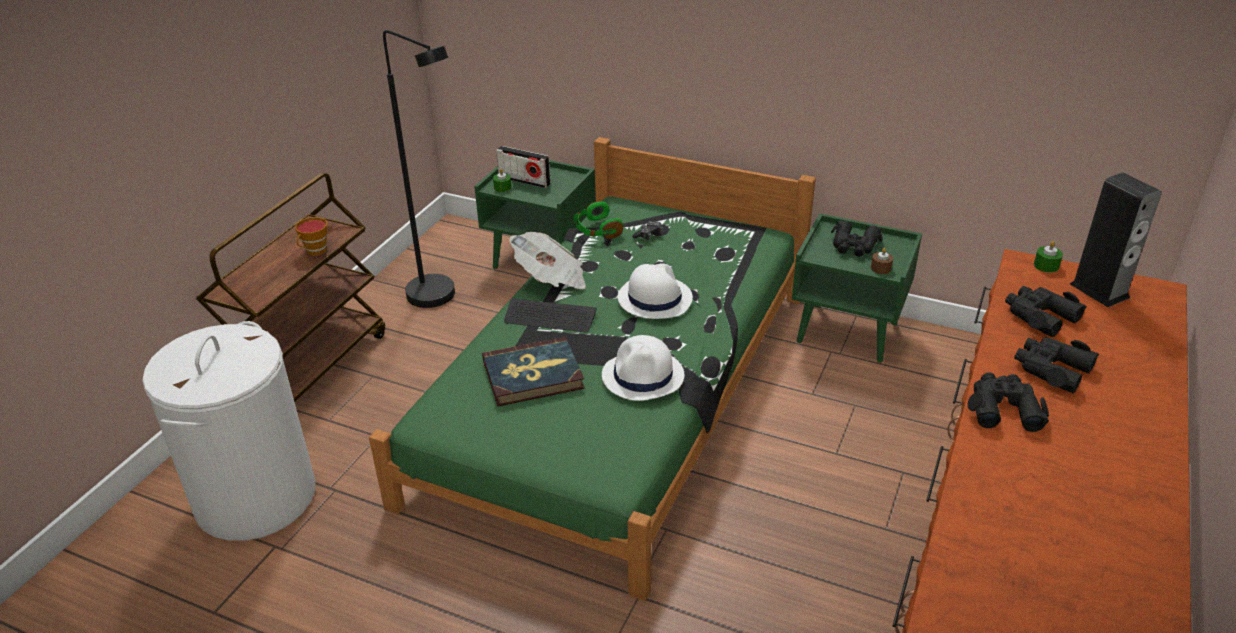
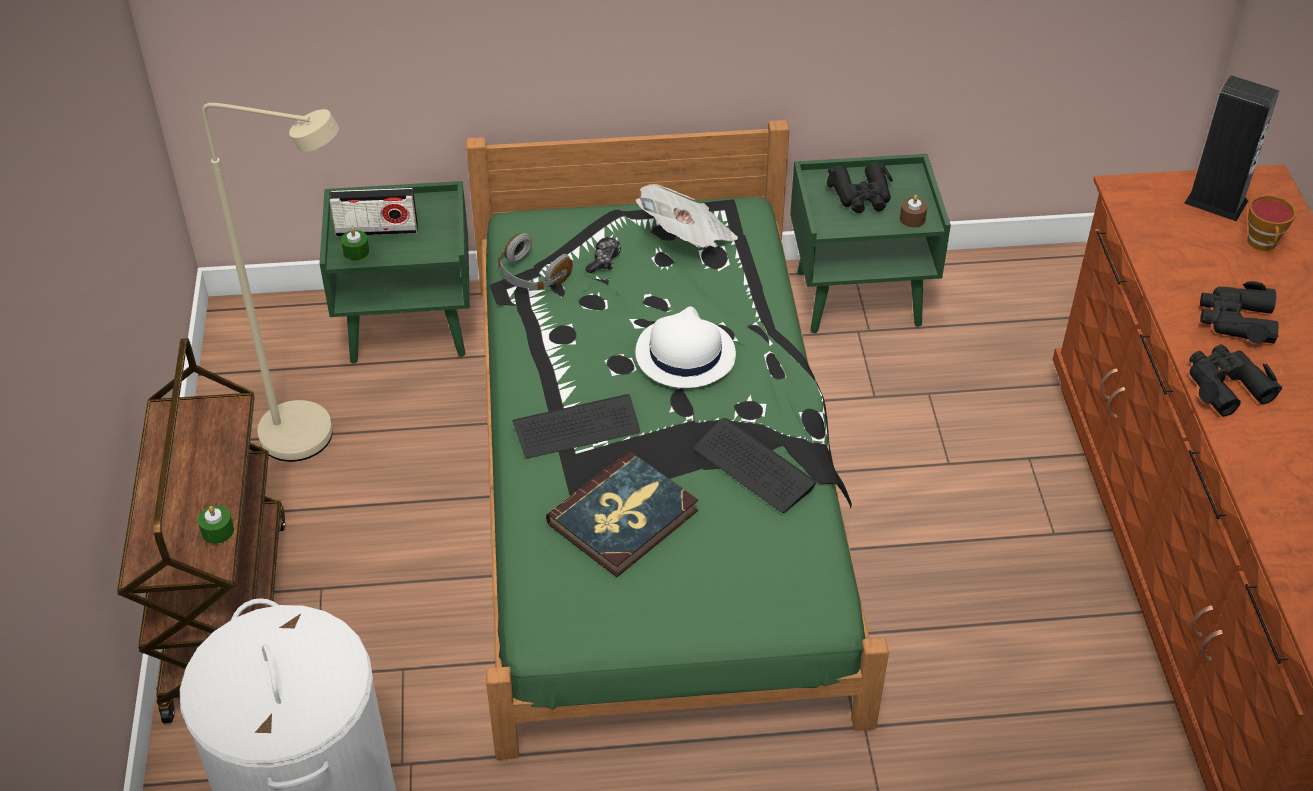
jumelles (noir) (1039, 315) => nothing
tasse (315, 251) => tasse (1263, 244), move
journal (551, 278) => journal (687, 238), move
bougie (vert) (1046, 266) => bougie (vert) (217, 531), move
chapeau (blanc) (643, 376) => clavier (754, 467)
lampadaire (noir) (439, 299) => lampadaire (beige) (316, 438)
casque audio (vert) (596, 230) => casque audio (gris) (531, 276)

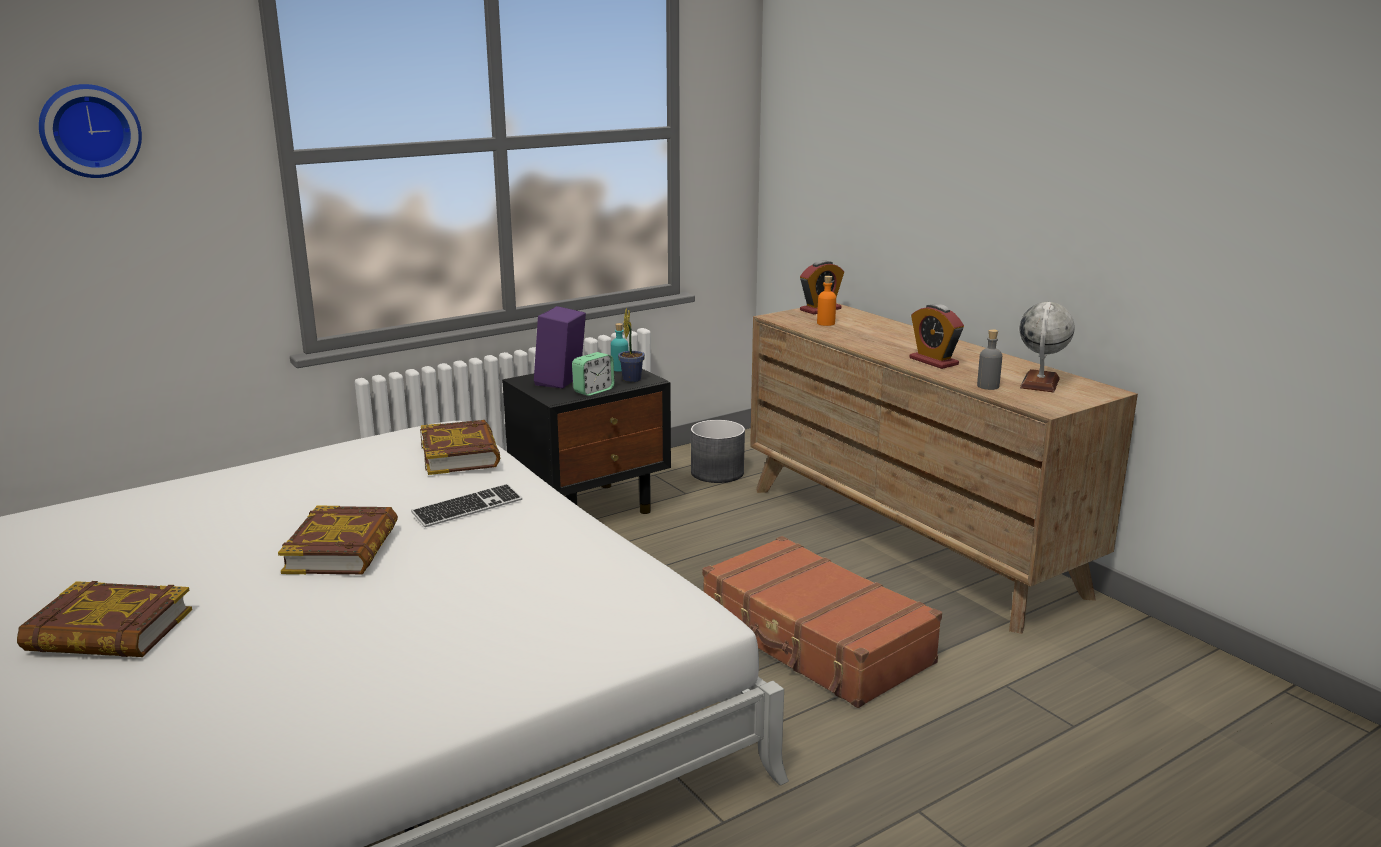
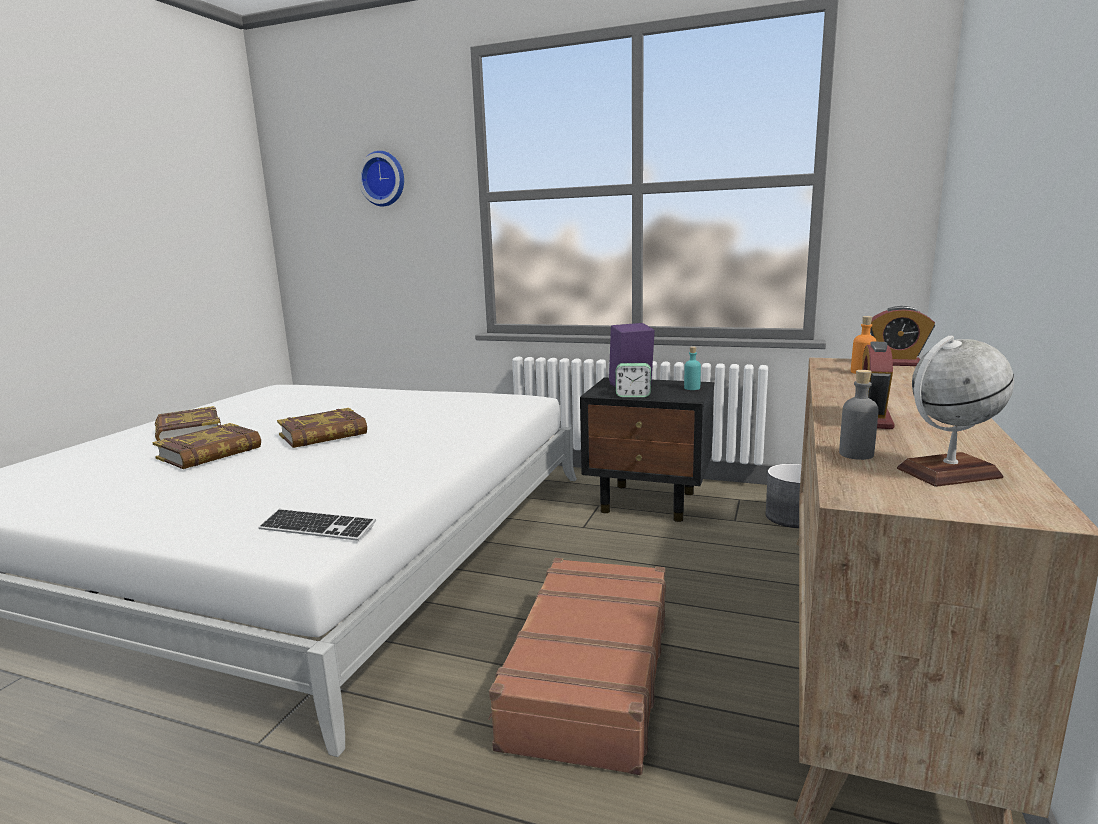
plante en pot (632, 379) => nothing
clavier (468, 508) => clavier (317, 528), move
livre (460, 454) => livre (210, 453), move

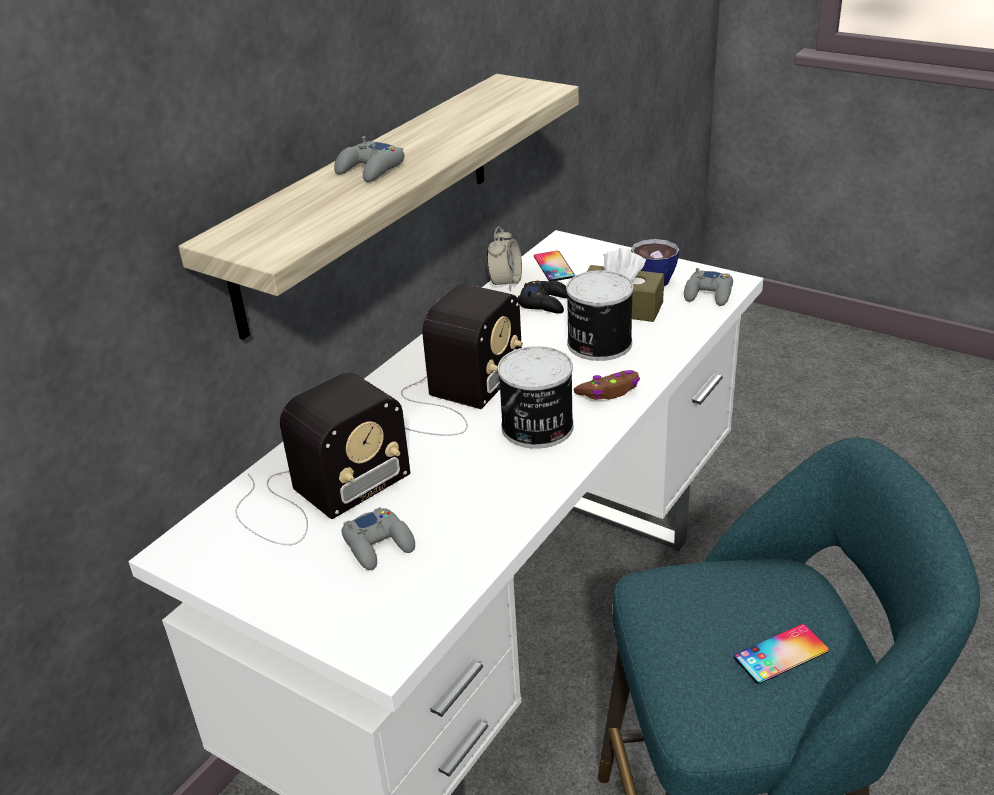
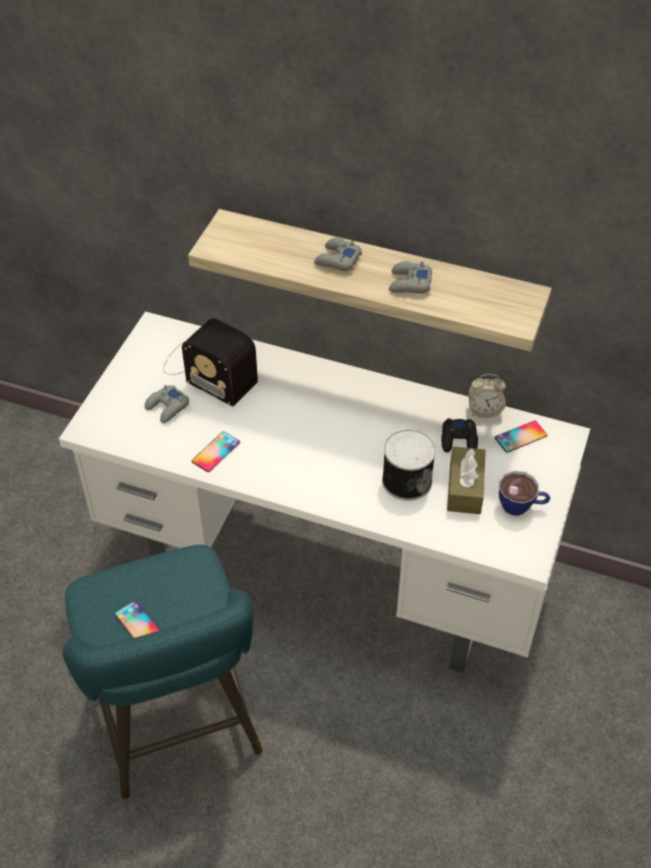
radio (453, 395) => nothing
boîte métallique (537, 428) => nothing
manette (marron) (609, 391) => nothing
nothing => téléphone (216, 452)
manette (gris) (709, 294) => manette (gris) (409, 283), move

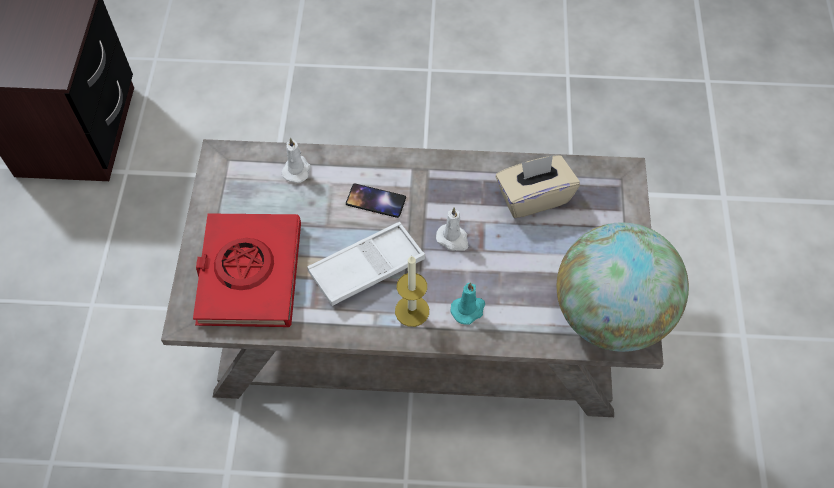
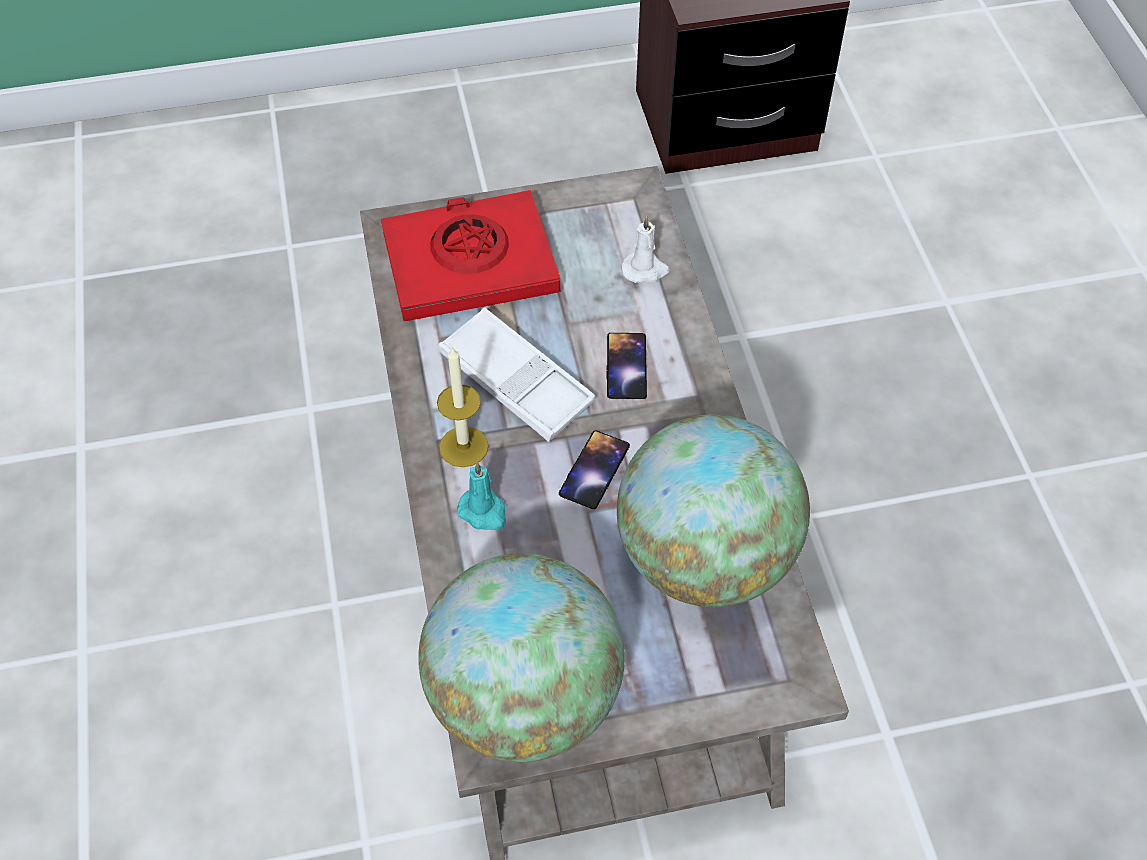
bougie (blanc) (453, 239) => téléphone (594, 470)
boîte à mouchoirs (beige) (533, 197) => globe (704, 558)

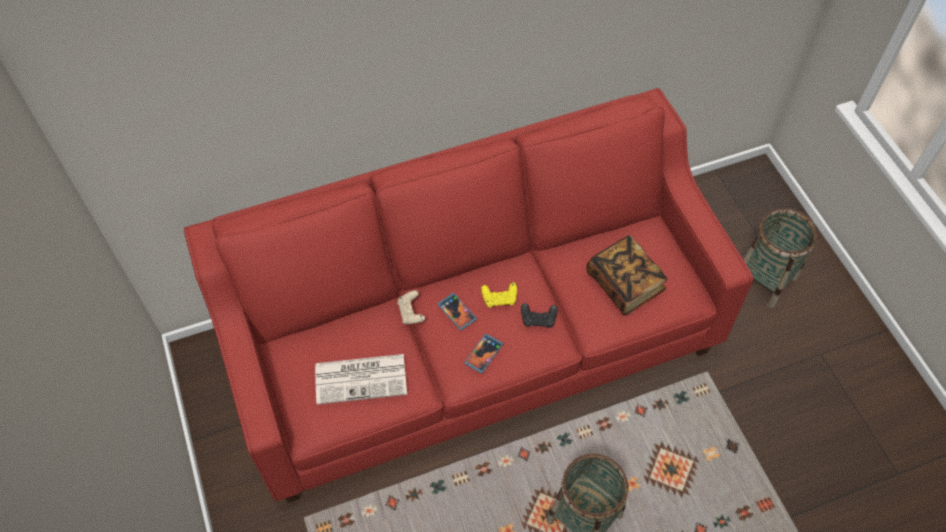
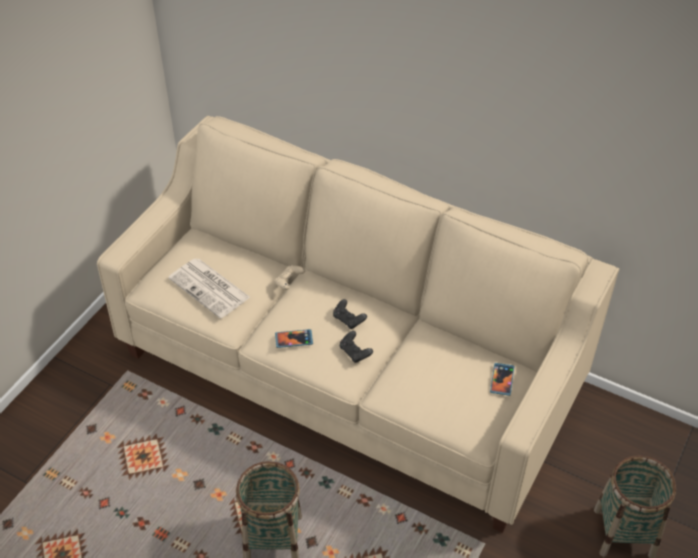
livre (624, 284) => nothing
téléphone (457, 312) => téléphone (502, 380), move
canapé (rouge) (474, 343) => canapé (beige) (350, 373)
manette (jaune) (499, 299) => manette (noir) (348, 320)

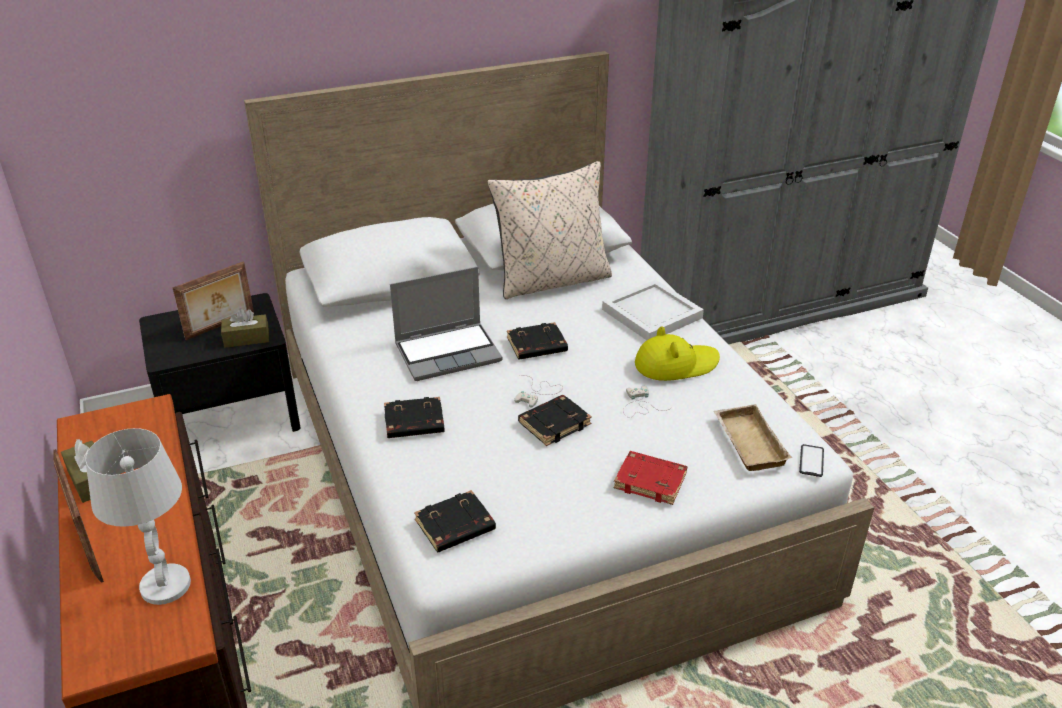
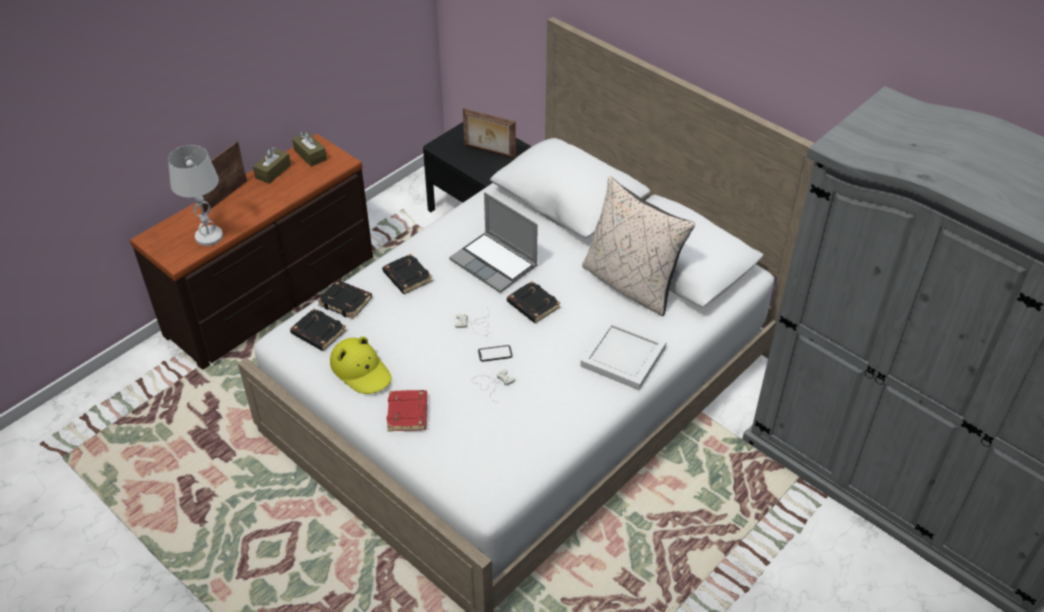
plateau (beige) (747, 442) => nothing
boîte à mouchoirs (marron) (246, 338) => boîte à mouchoirs (marron) (310, 155), move
livre (noir) (554, 423) => livre (noir) (346, 302), move
chapeau (jaune) (675, 364) => chapeau (jaune) (361, 370), move
téléphone (811, 461) => téléphone (495, 354), move

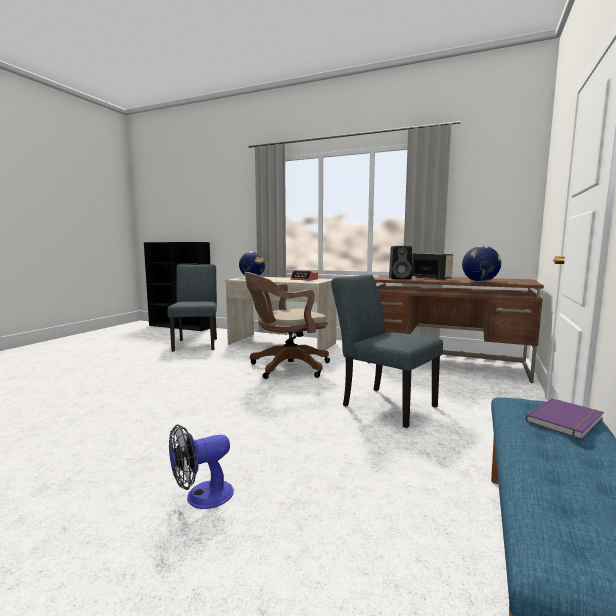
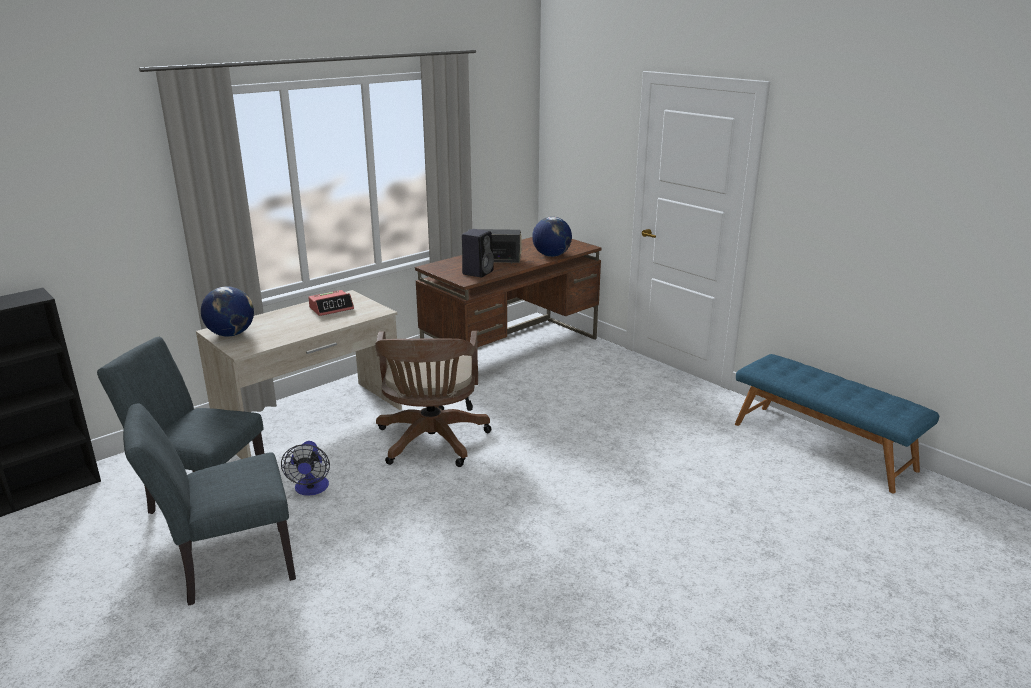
livre (violet) (567, 421) => nothing
ventilateur (201, 497) => ventilateur (311, 489), move
chaise (gris) (383, 404) => chaise (gris) (227, 567), move

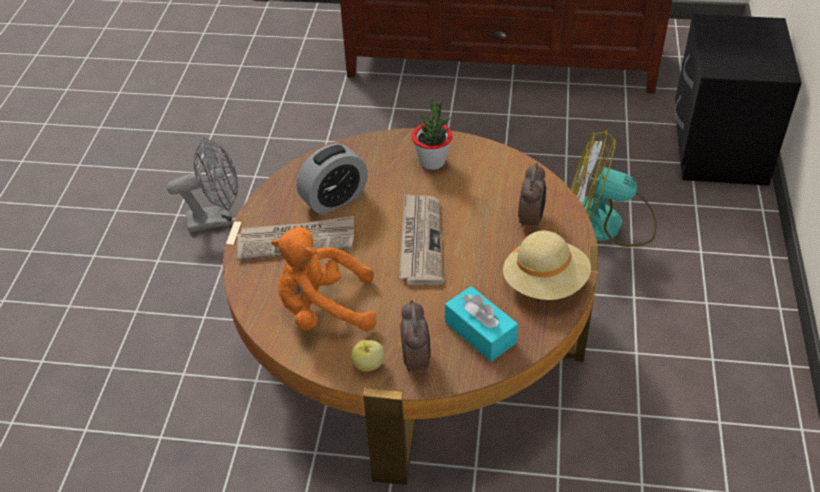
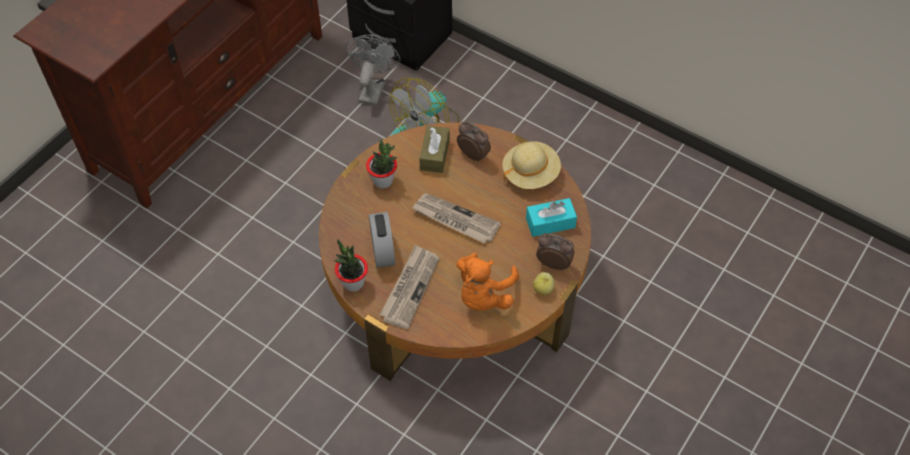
nothing => plante en pot (353, 283)
nothing => boîte à mouchoirs (marron) (434, 155)
ventilateur (gris) (217, 219) => ventilateur (gris) (373, 88), move

